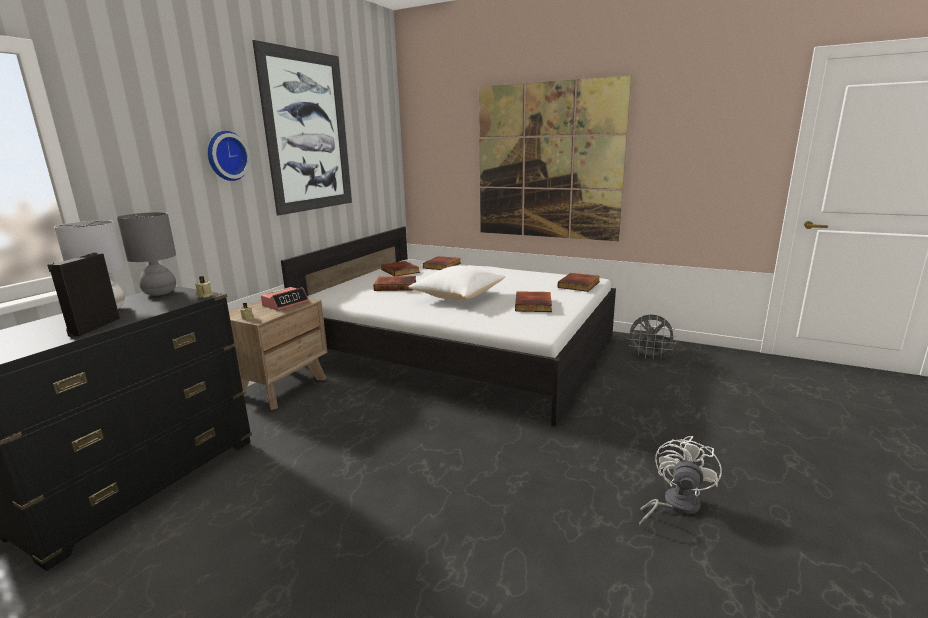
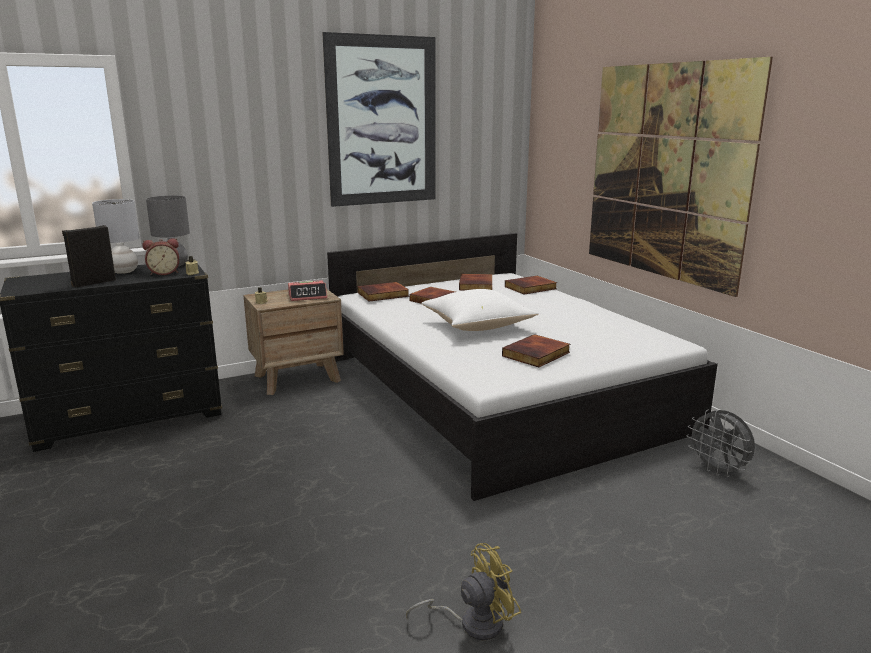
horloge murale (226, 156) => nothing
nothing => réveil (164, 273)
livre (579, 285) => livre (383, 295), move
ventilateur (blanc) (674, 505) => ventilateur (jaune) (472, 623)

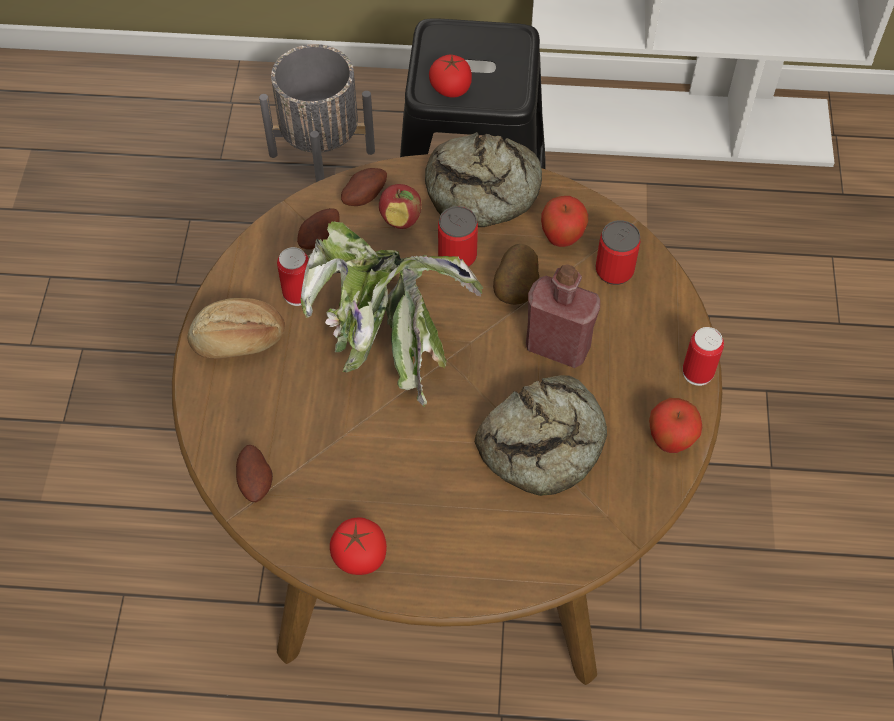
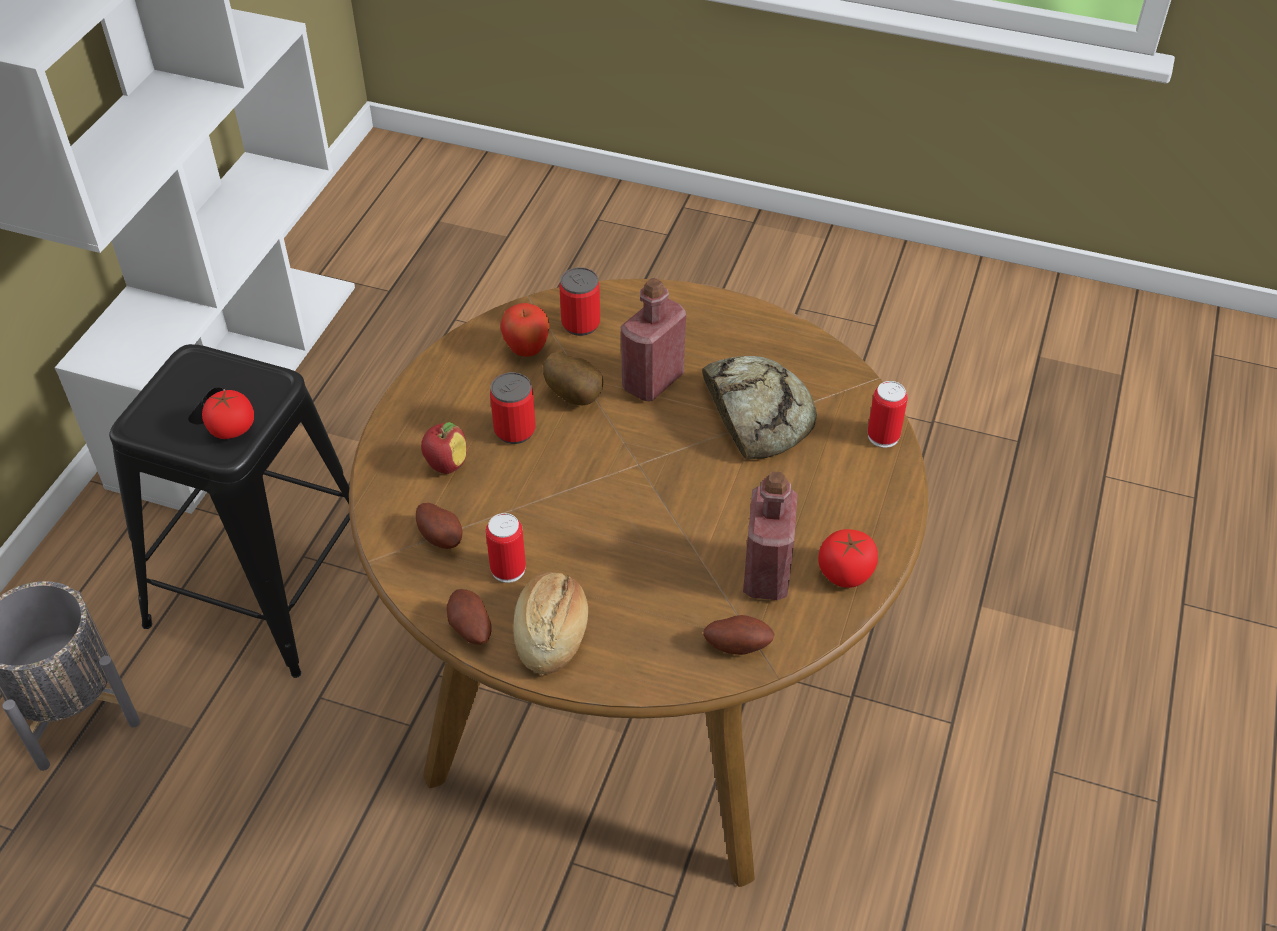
plante en pot (388, 338) => nothing
pain (483, 191) => nothing
pomme (670, 441) => nothing
nothing => bouteille (rouge) (766, 574)
pomme de terre (363, 196) => pomme de terre (469, 629), move
boîte métallique (697, 372) => boîte métallique (883, 436), move

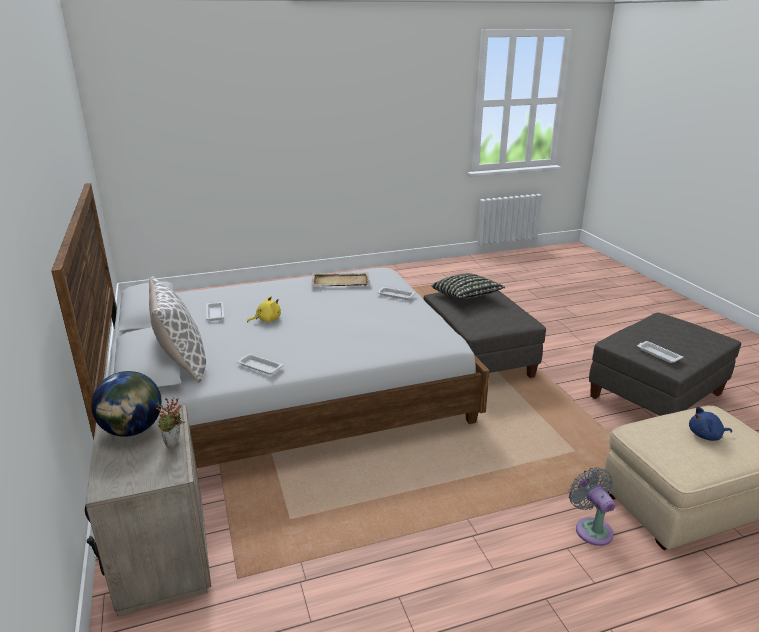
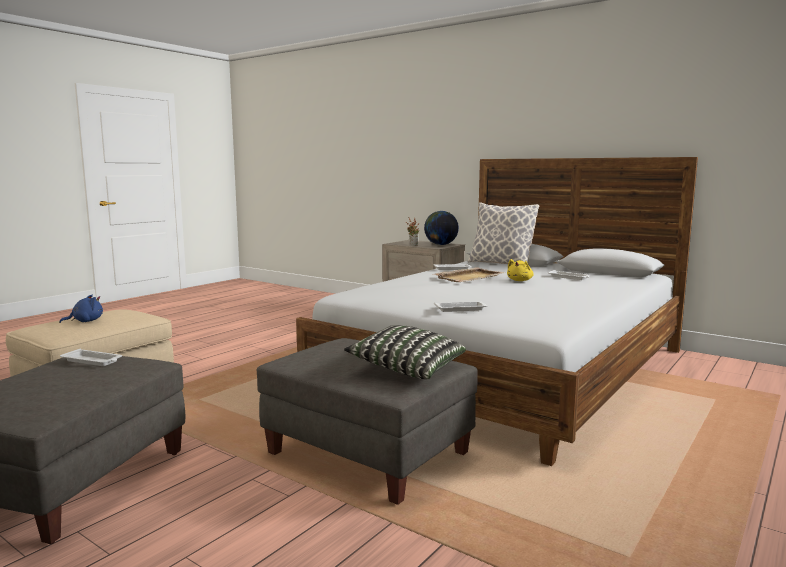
ventilateur (gris) (591, 528) => nothing
plateau (beige) (340, 281) => plateau (beige) (469, 277), move

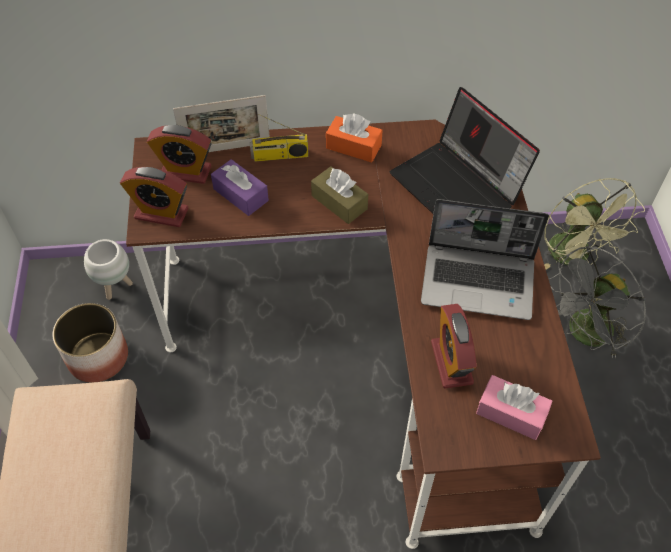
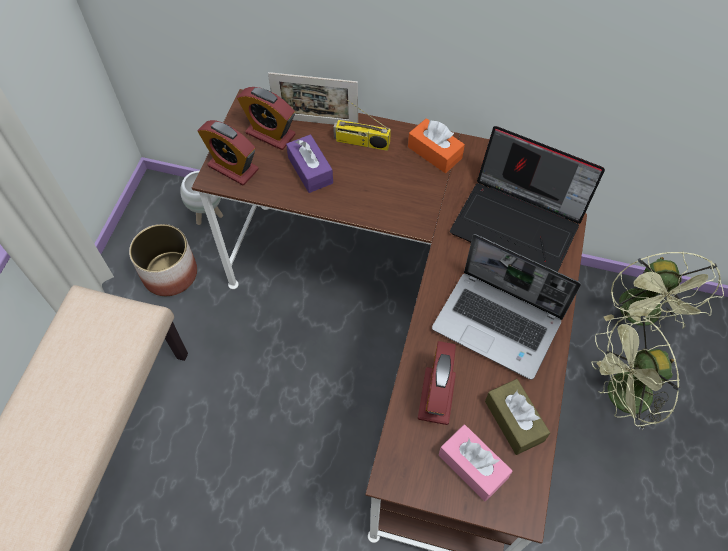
boîte à mouchoirs (marron) (339, 202) => boîte à mouchoirs (marron) (514, 421), move
ventilateur (gris) (584, 335) => ventilateur (vert) (620, 397)
ordinateur portable (458, 187) => ordinateur portable (519, 223), 45 degrees counterclockwise

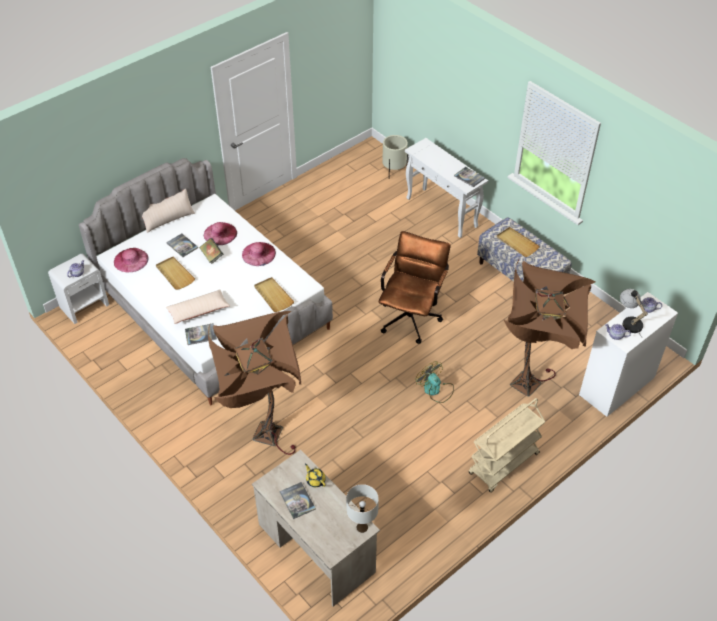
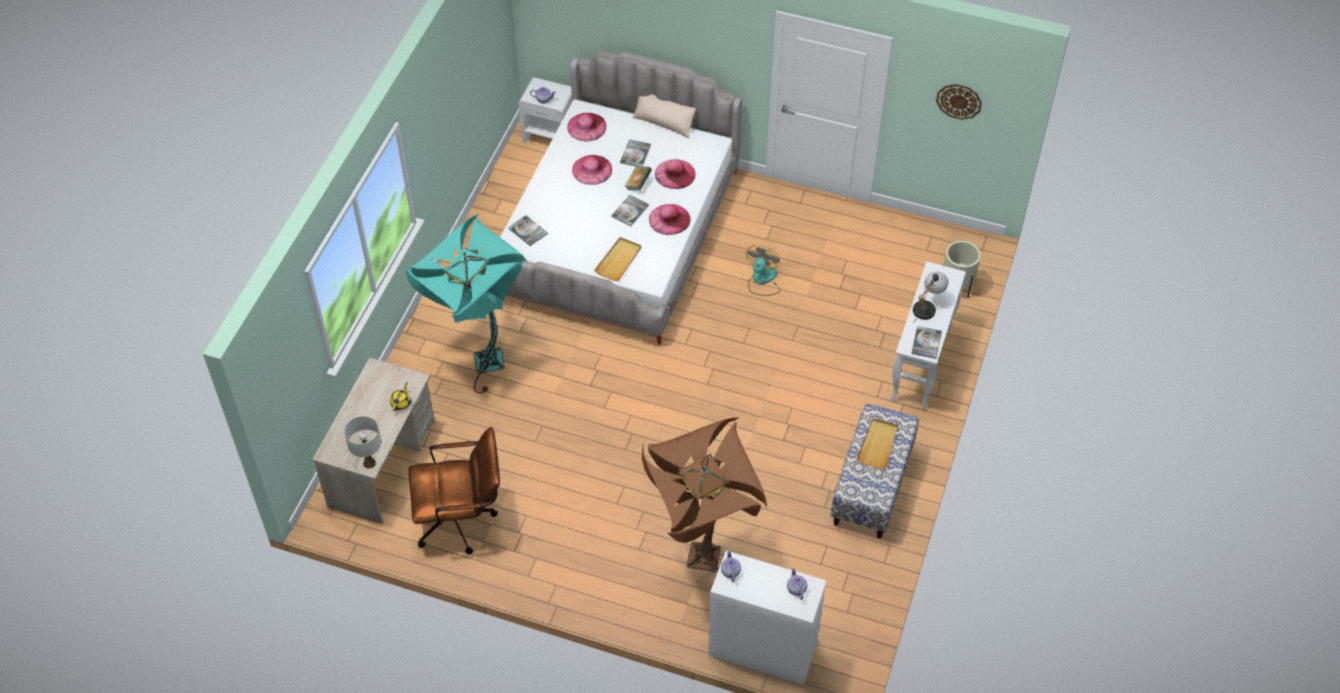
coussin (beige) (198, 311) => nothing
chariot (beige) (503, 464) => nothing
nothing => horloge murale (959, 101)
livre (297, 500) => livre (630, 211), move
chaise de bureau (marron) (411, 315) => chaise de bureau (marron) (462, 520), move
ventilateur (435, 390) => ventilateur (762, 280), move
lampe de table (629, 321) => lampe de table (927, 306), move
plateau (beige) (175, 274) => chapeau (rose) (592, 169)
lampadaire (marron) (264, 440) => lampadaire (turquoise) (479, 362)

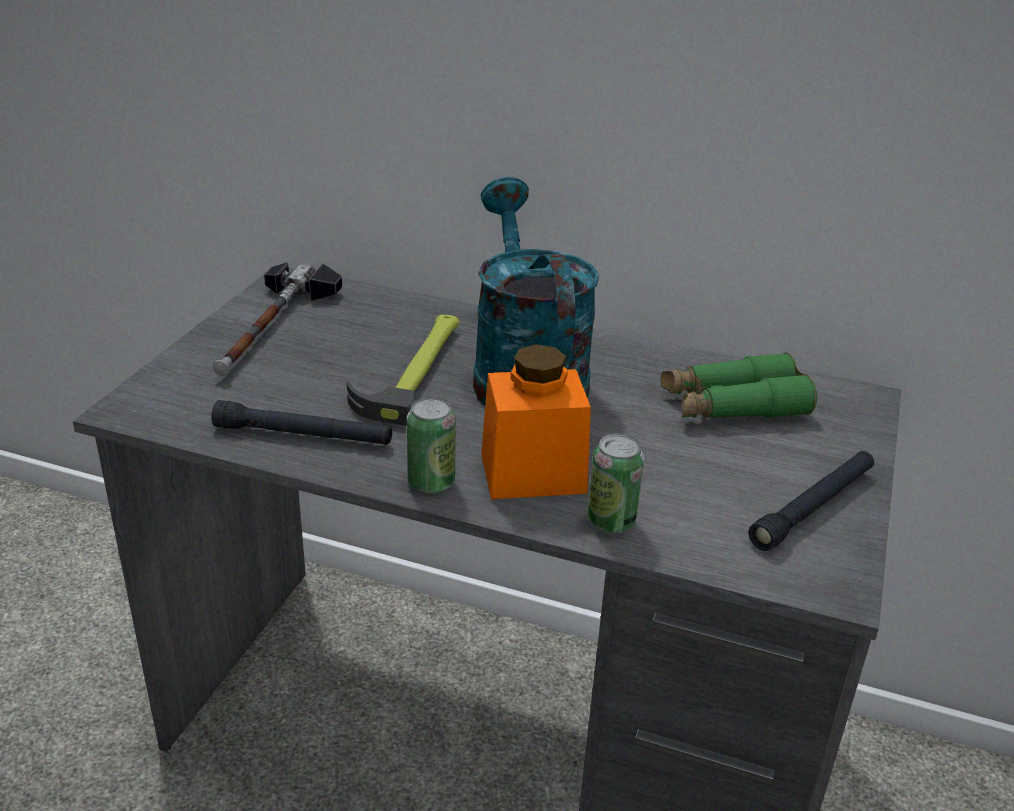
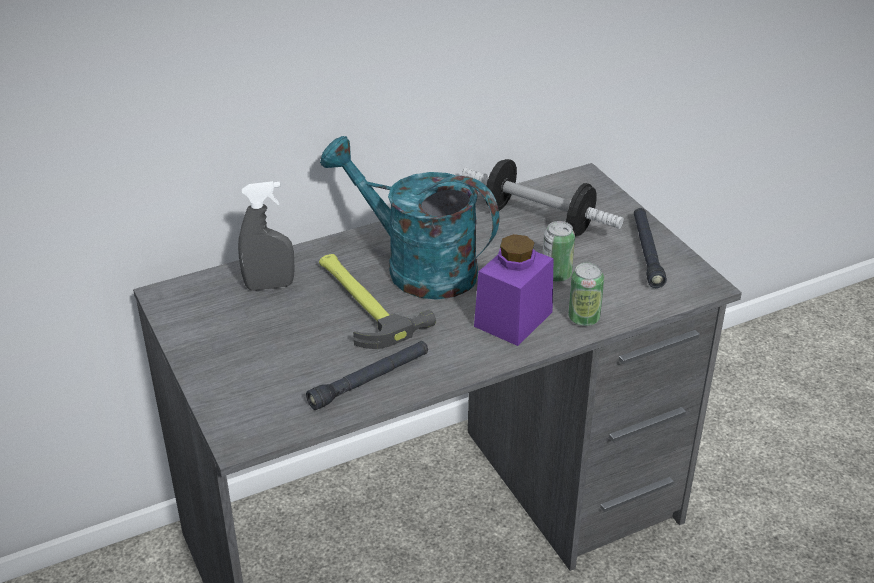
marteau (273, 327) => nothing
nothing => vaporisateur (gris) (269, 286)
boîte métallique (431, 482) => boîte métallique (556, 275), move
jumelles (vert) (733, 405) => haltère (539, 219)
bocal (orange) (533, 473) => bocal (violet) (513, 319)

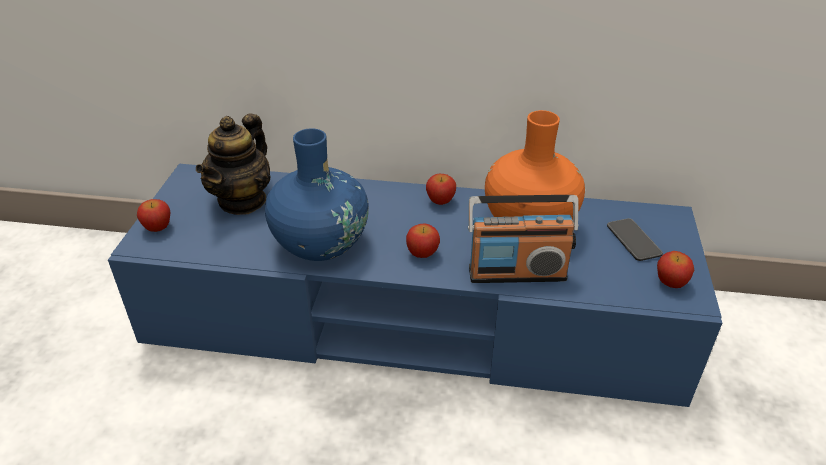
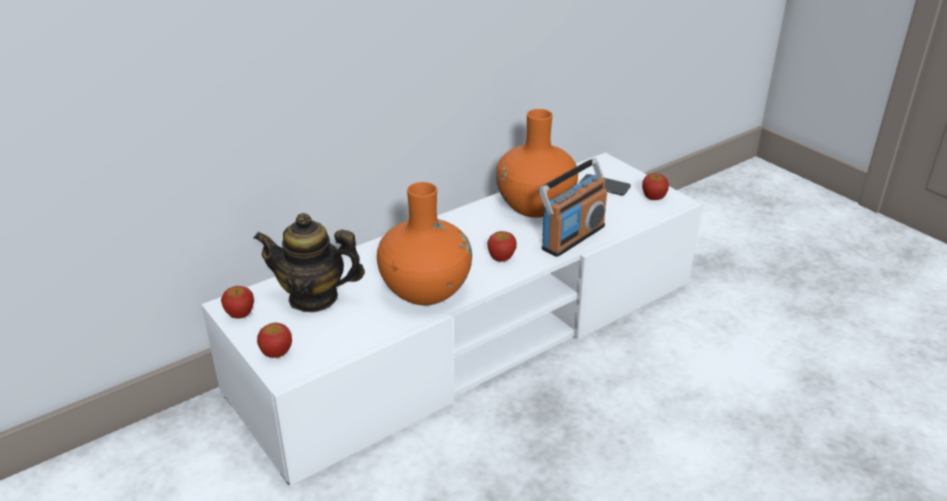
pomme (440, 201) => pomme (240, 314), move
meuble télé (bleu) (413, 319) => meuble télé (blanc) (473, 337)
vase (bleu) (320, 243) => vase (orange) (425, 290)
théière (242, 200) => théière (313, 298), 120 degrees clockwise

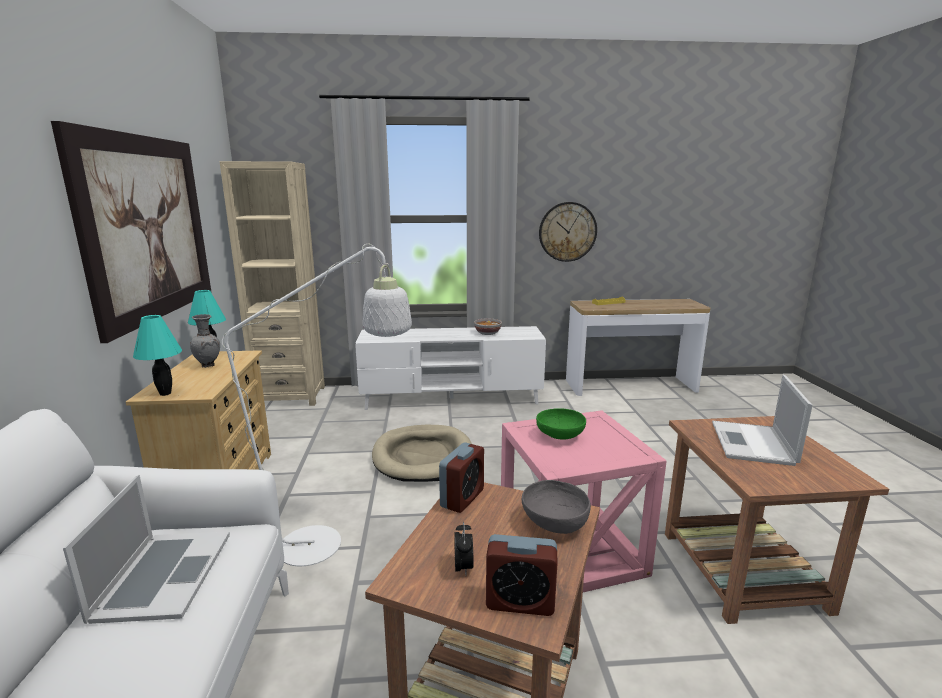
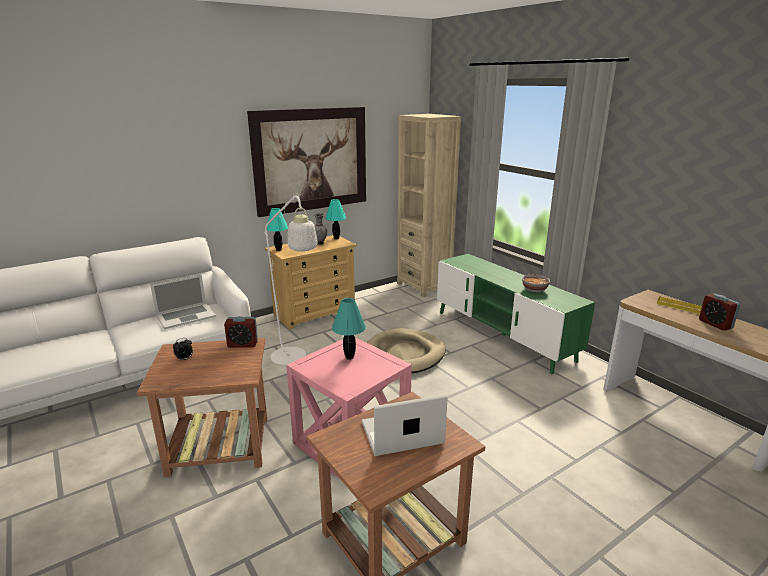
bol (gris) (554, 523) => nothing
horloge murale (567, 232) => nothing
réveil (520, 602) => réveil (715, 324), move
bol (vert) (560, 437) => lampe de table (turquoise) (349, 357)
meuble télé (blanc) (451, 398) => meuble télé (vert) (502, 335)

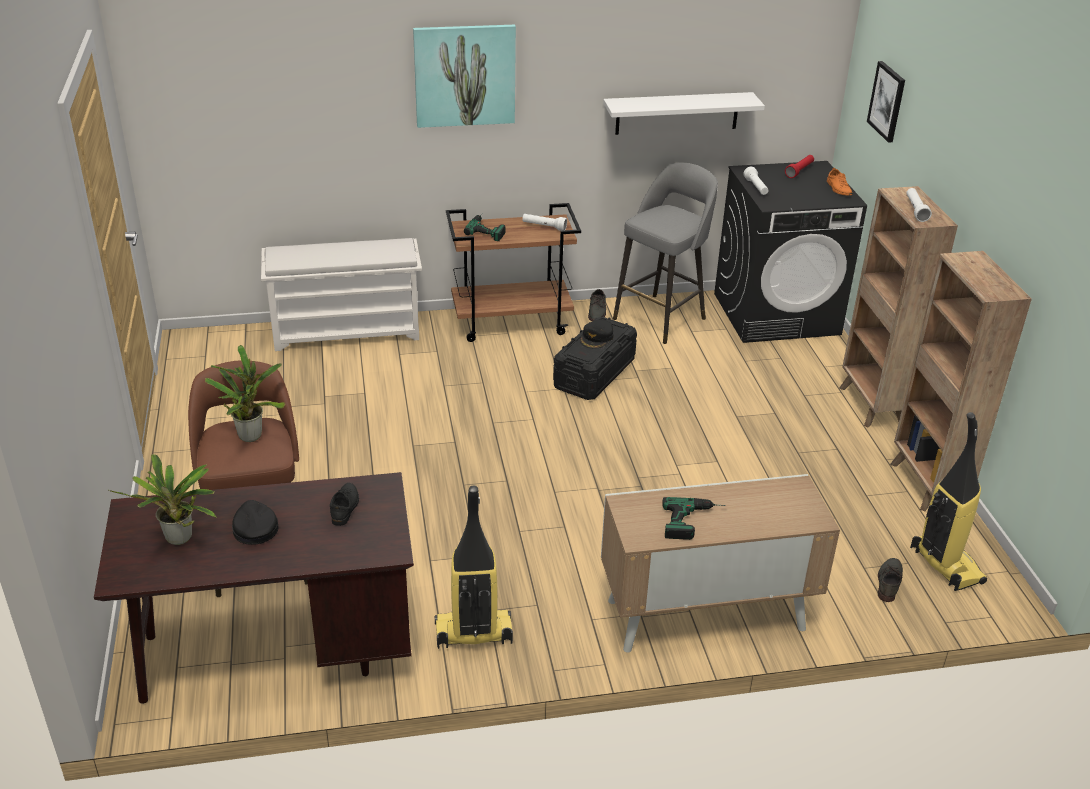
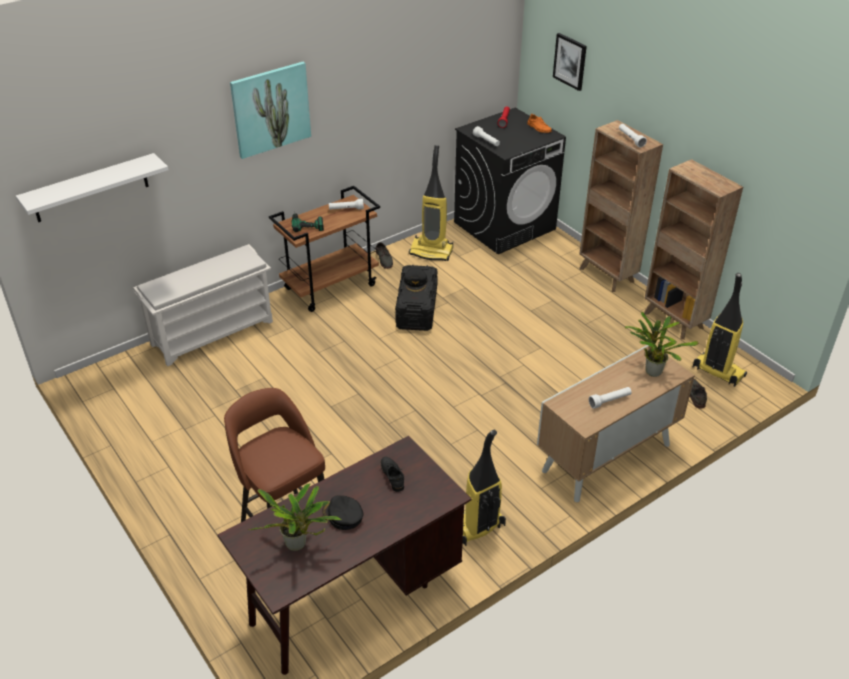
plante en pot (251, 434) => plante en pot (651, 370), move
étagère (blanc) (677, 113) => étagère (blanc) (90, 188), move
tabouret (gris) (661, 318) => aspirateur (432, 251)
perceuse (694, 521) => lampe de poche (blanc) (609, 401)

